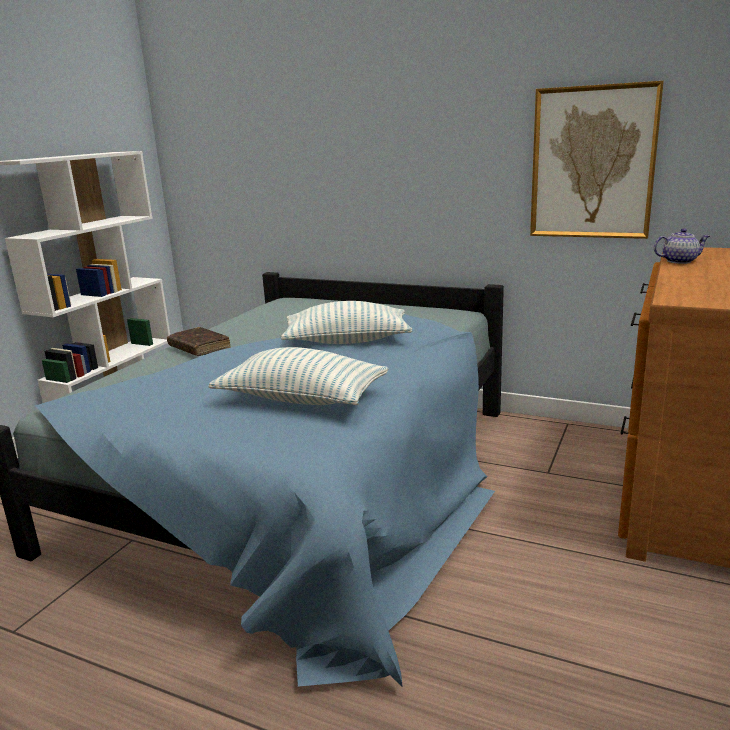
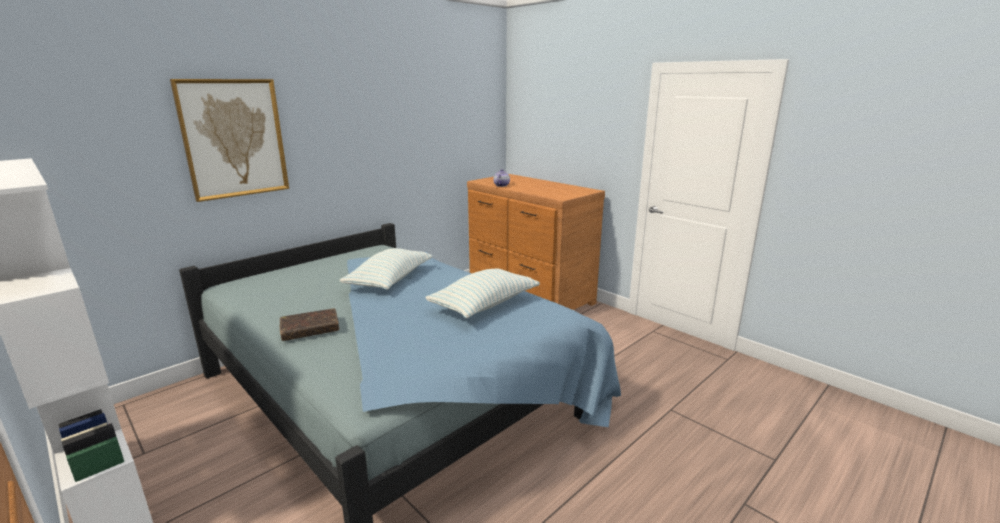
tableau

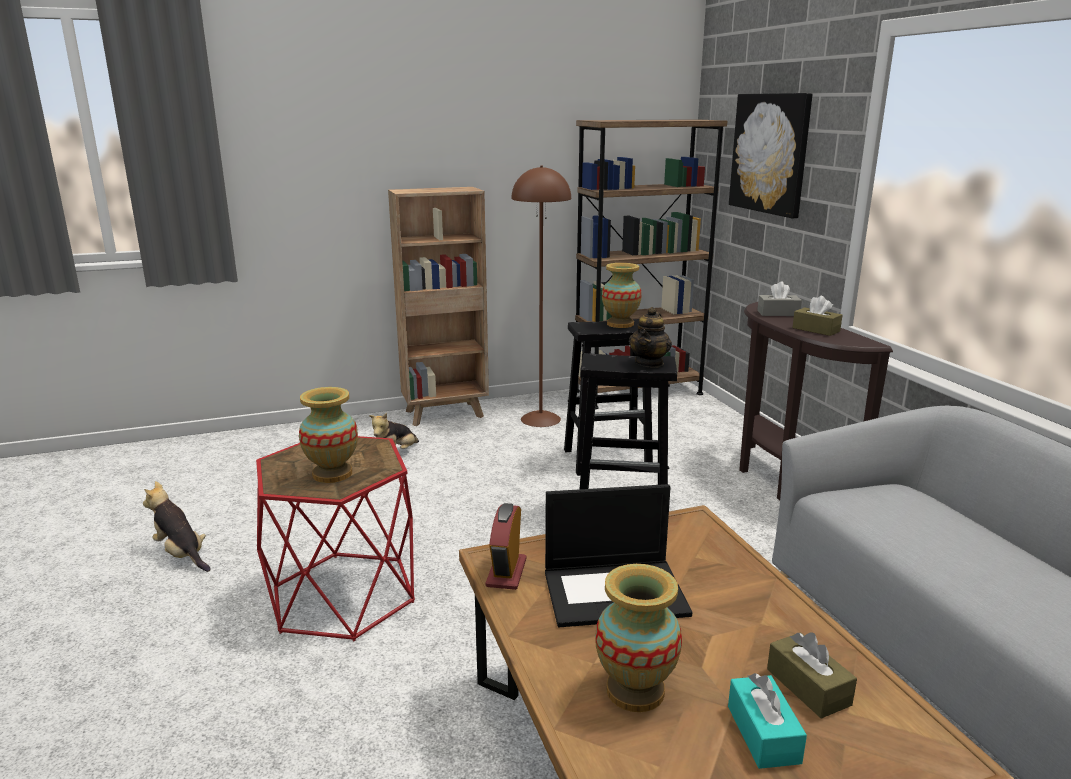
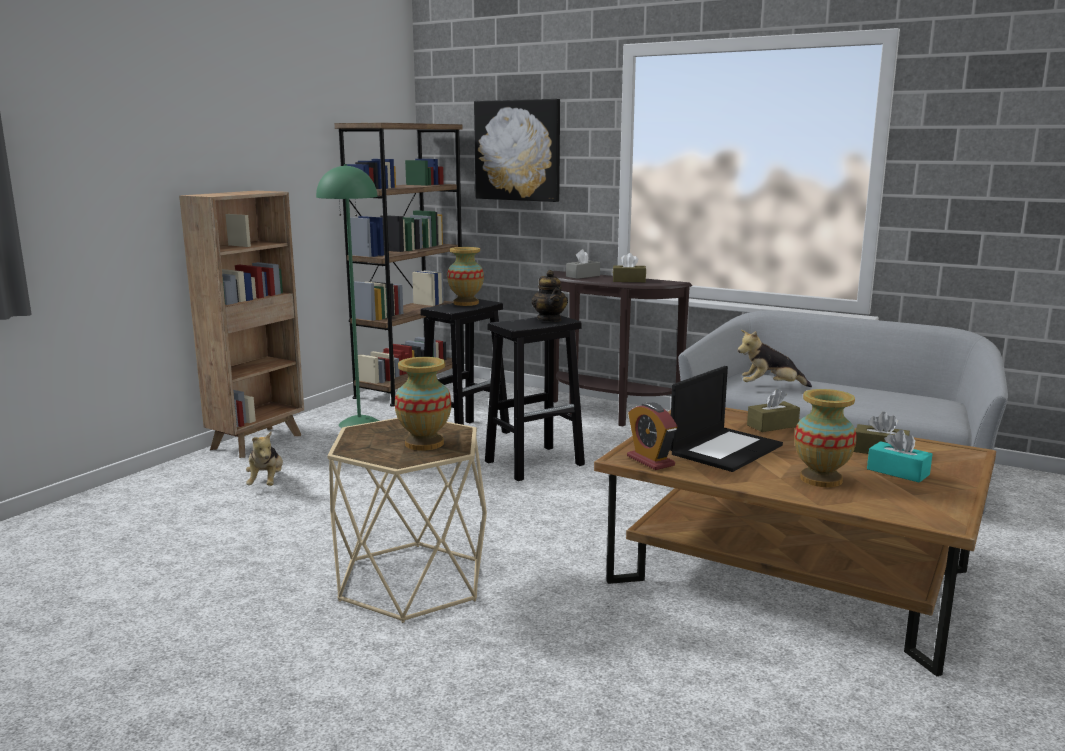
lampadaire [vert]
table d'appoint [beige]
peluche (no. 2 from left)
boîte à mouchoirs [marron] (no. 2 from left)

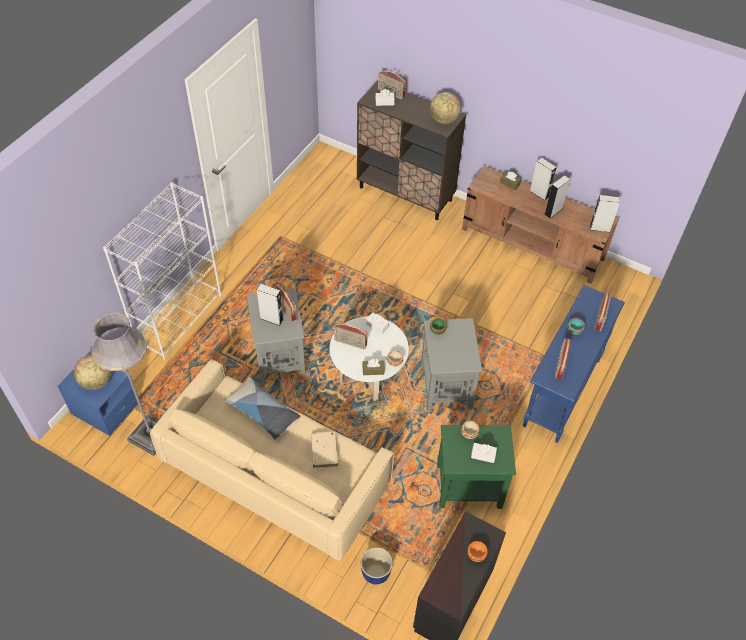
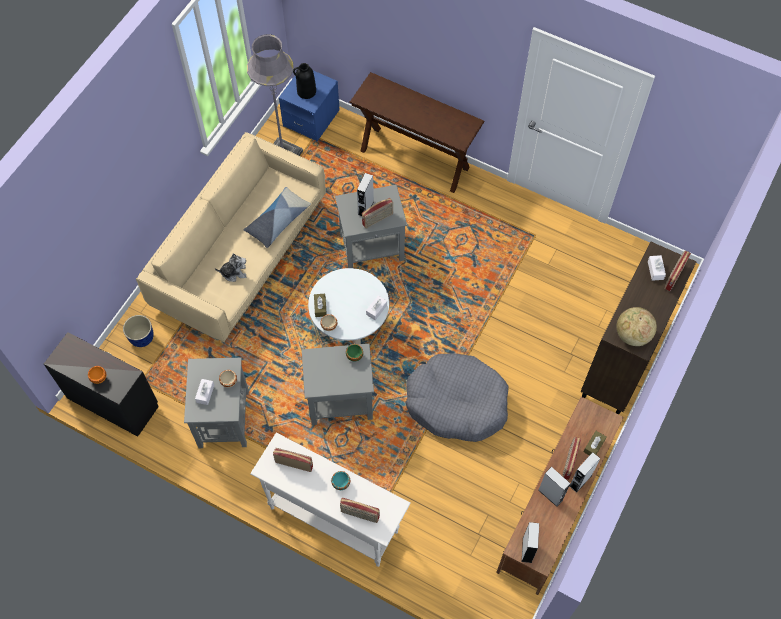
table console [marron]
table console [blanc]
radio (no. 4 from left)
vase [noir]
table d'appoint [gris] (no. 1 from left)
peluche
panier pour chien [gris]

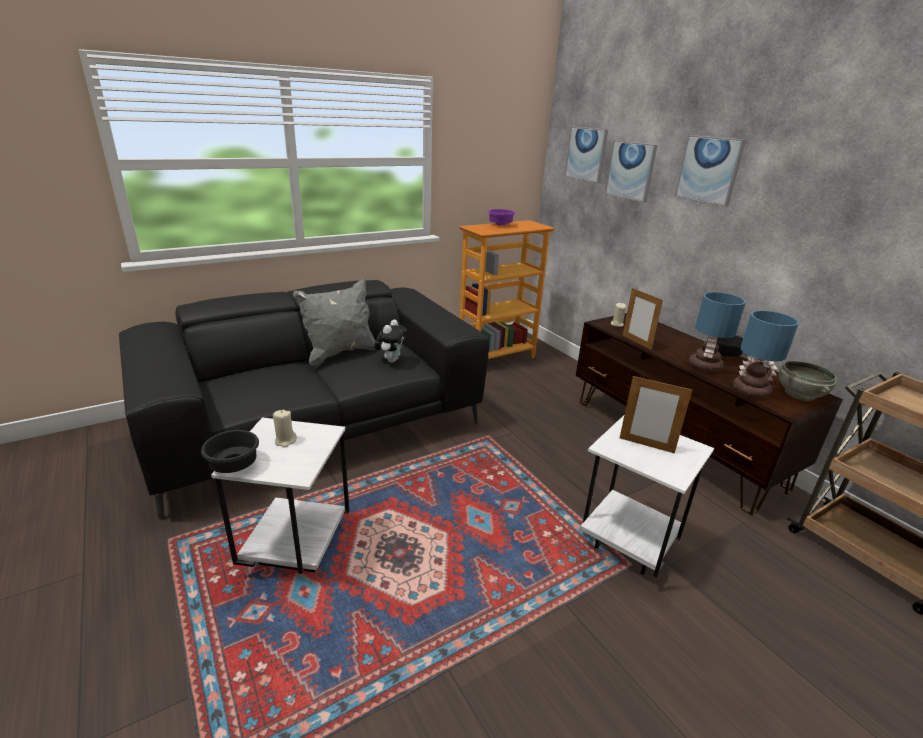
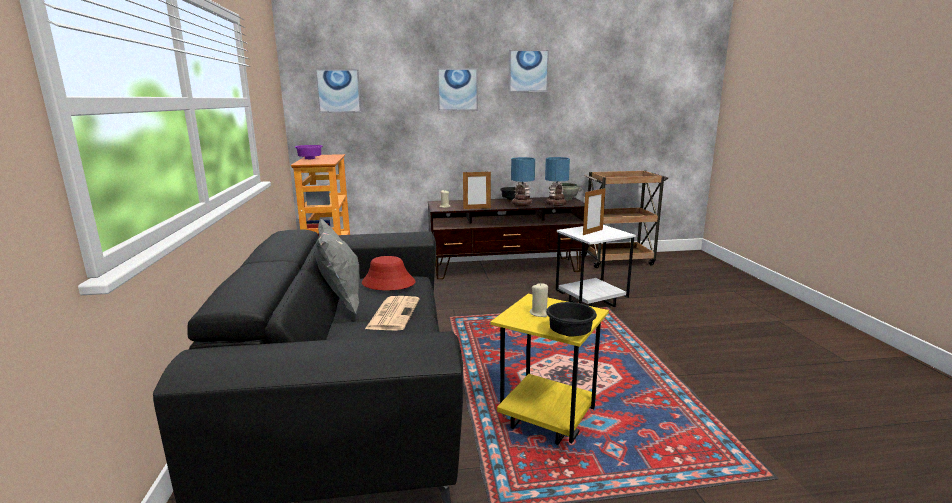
tableau (no. 3 from left)
chapeau [rouge]
table d'appoint [jaune]
journal

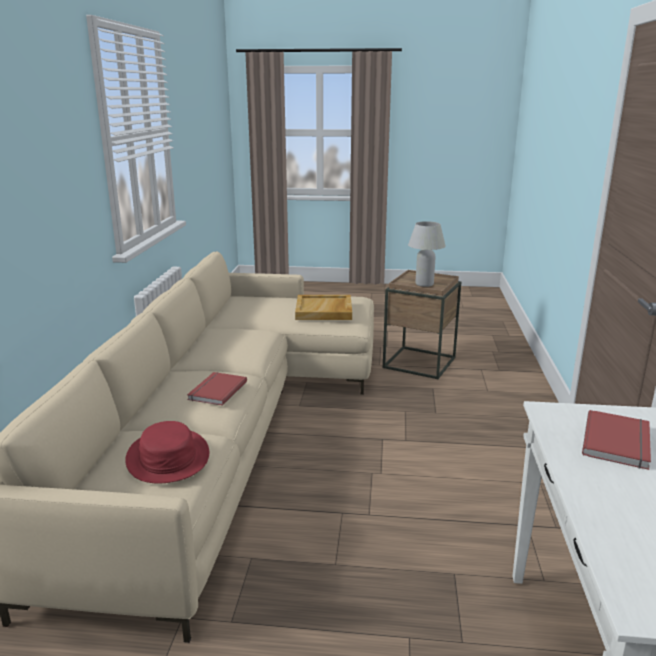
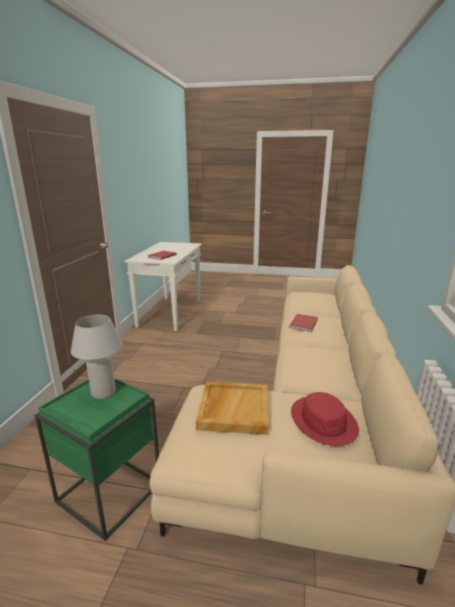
table d'appoint [vert]
chapeau [rouge]

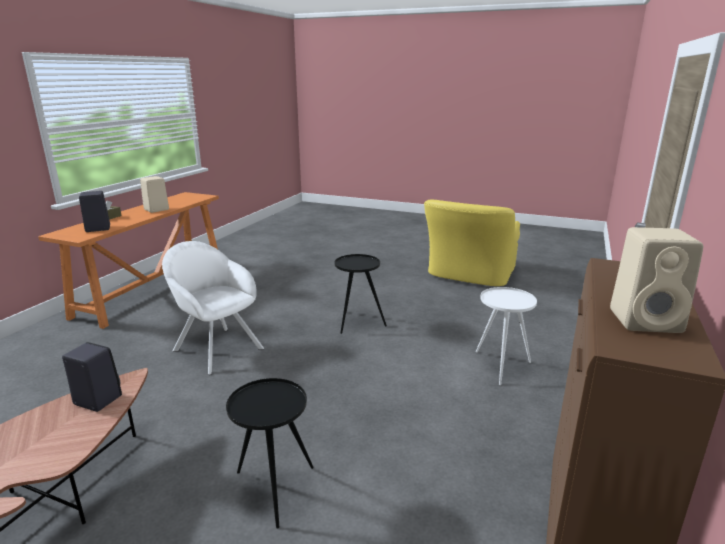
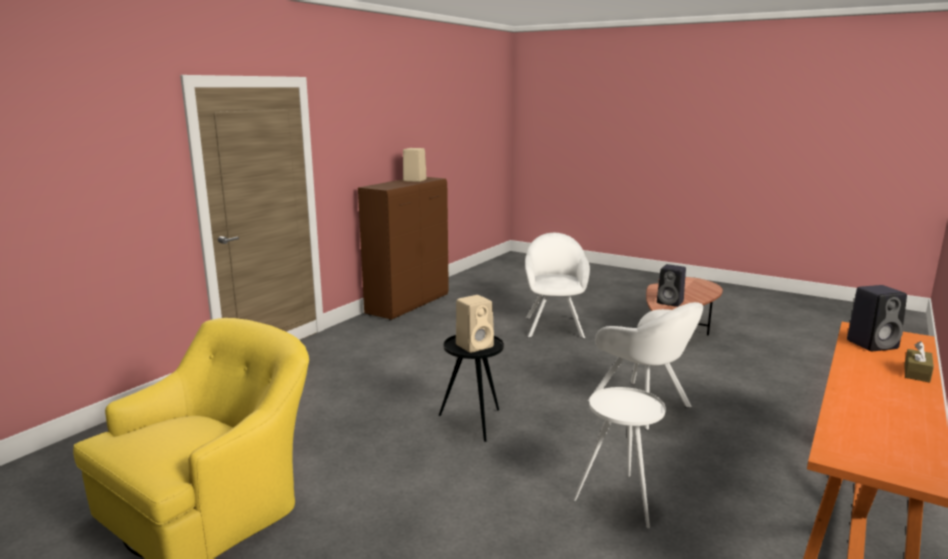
enceinte [beige] (no. 2 from left)
table d'appoint [blanc]
fauteuil [blanc] (no. 1 from left)

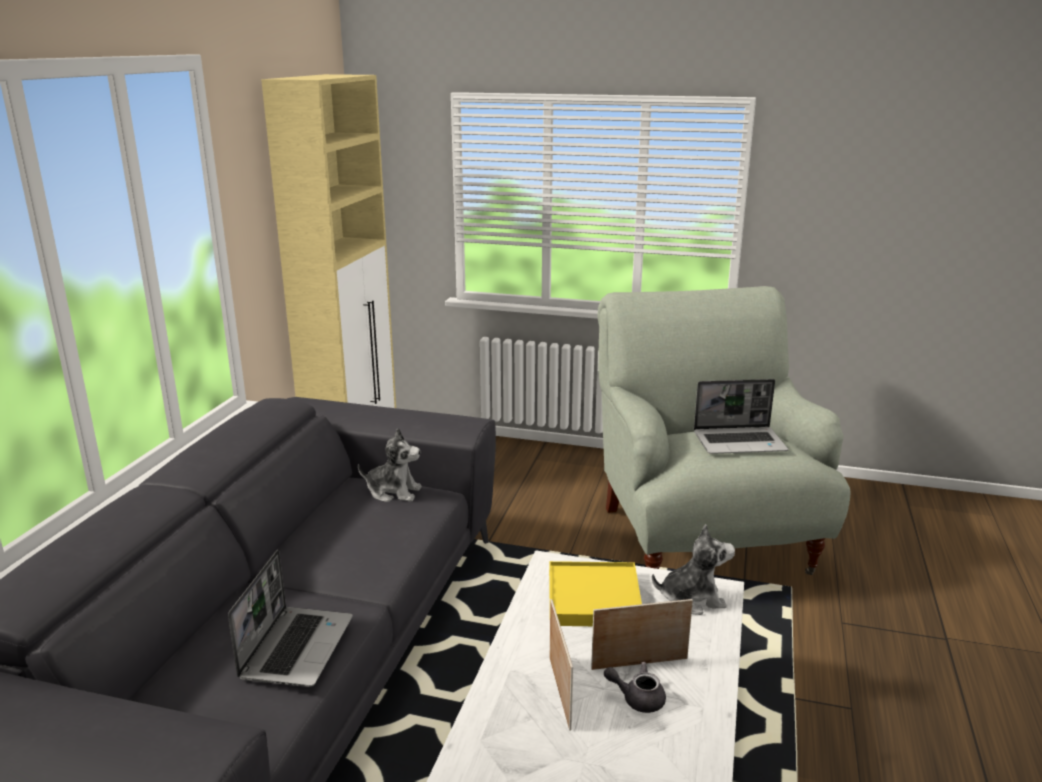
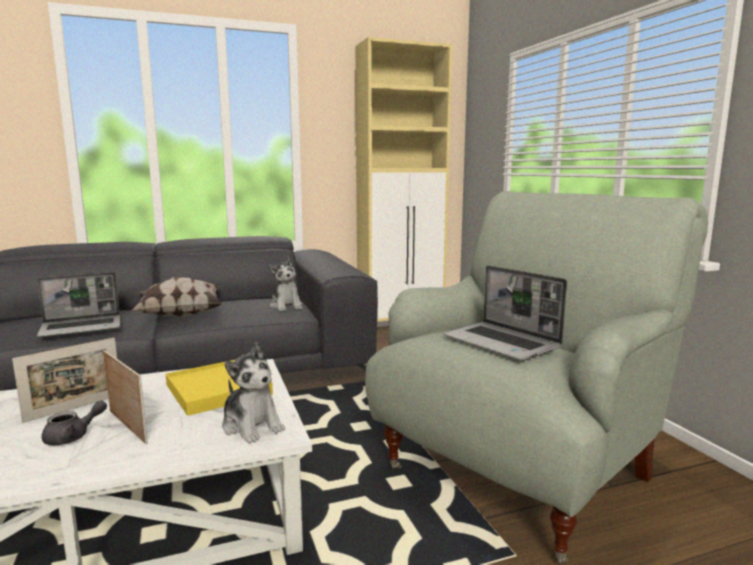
théière [gris]
coussin

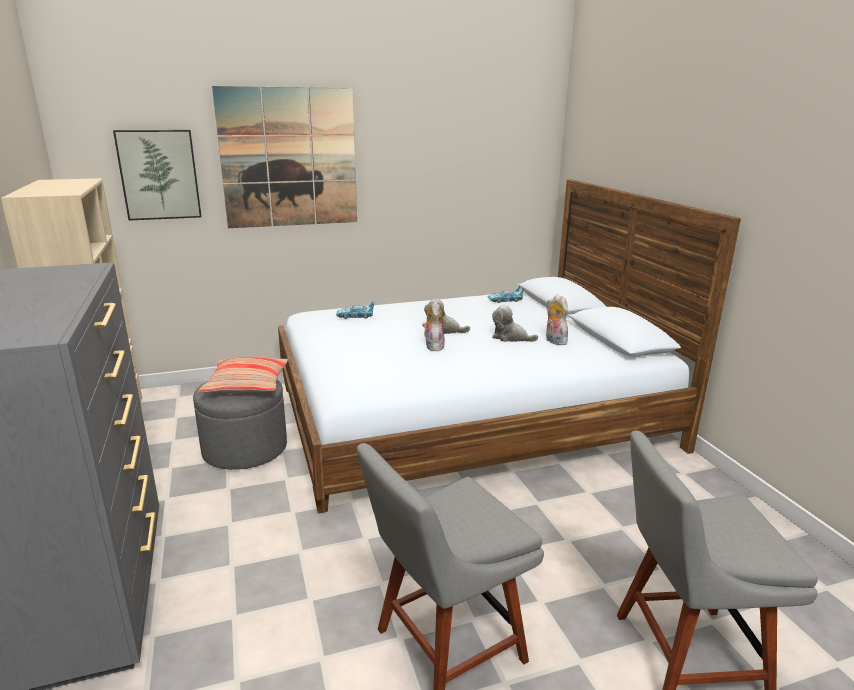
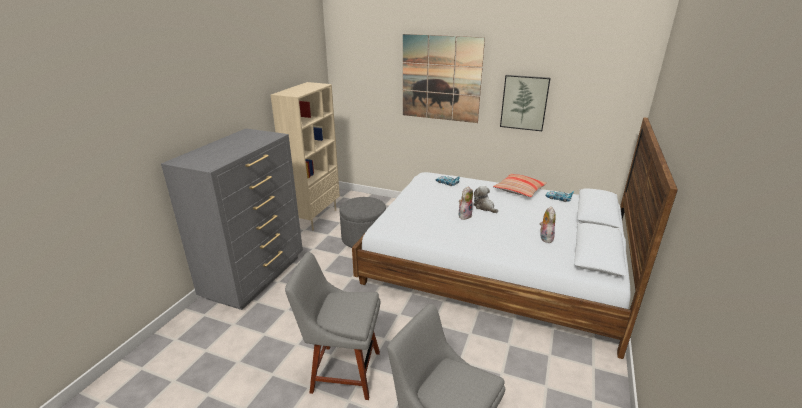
tableau (no. 2 from left)
peluche (no. 3 from left in the first image)
coussin

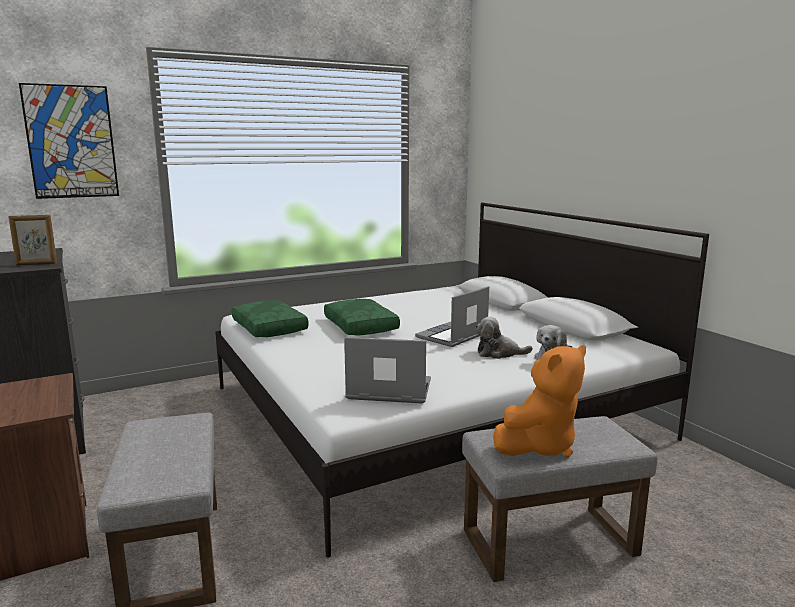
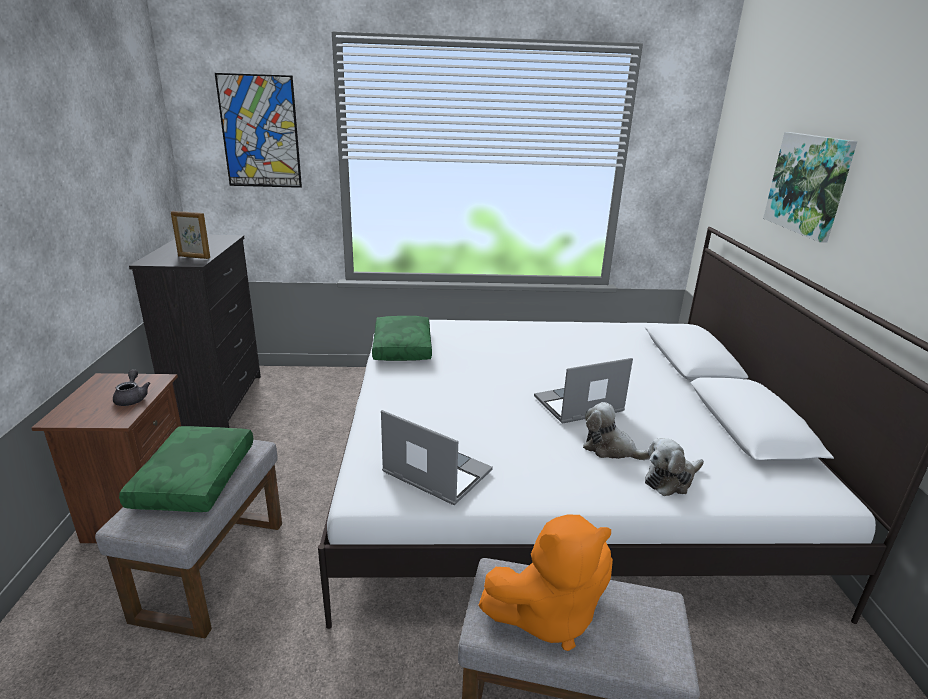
coussin [vert] (no. 1 from left)
tableau (no. 2 from left)
théière [gris]

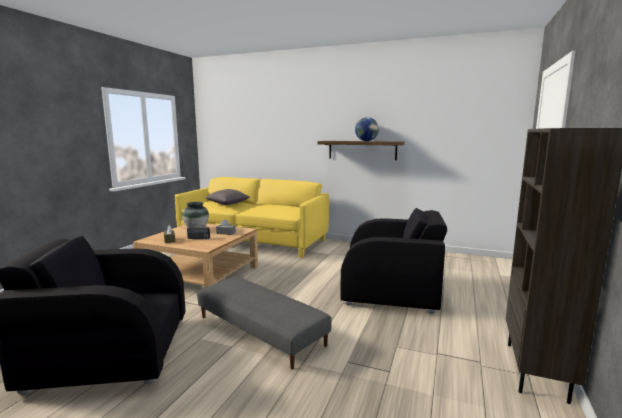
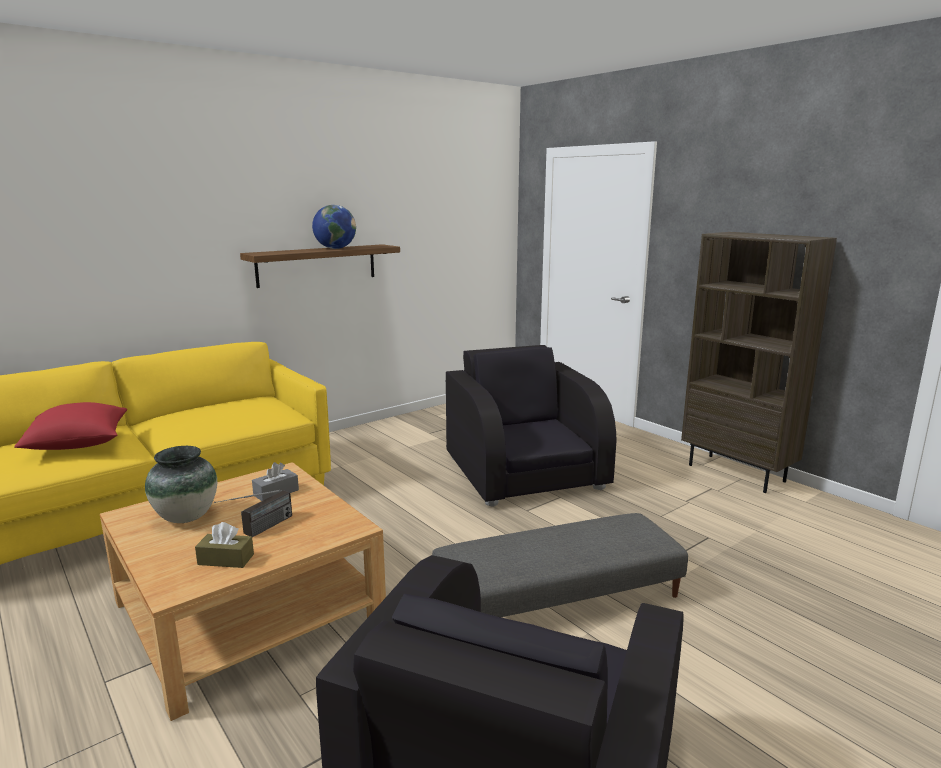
coussin [rouge]
fauteuil [noir] (no. 2 from left)

